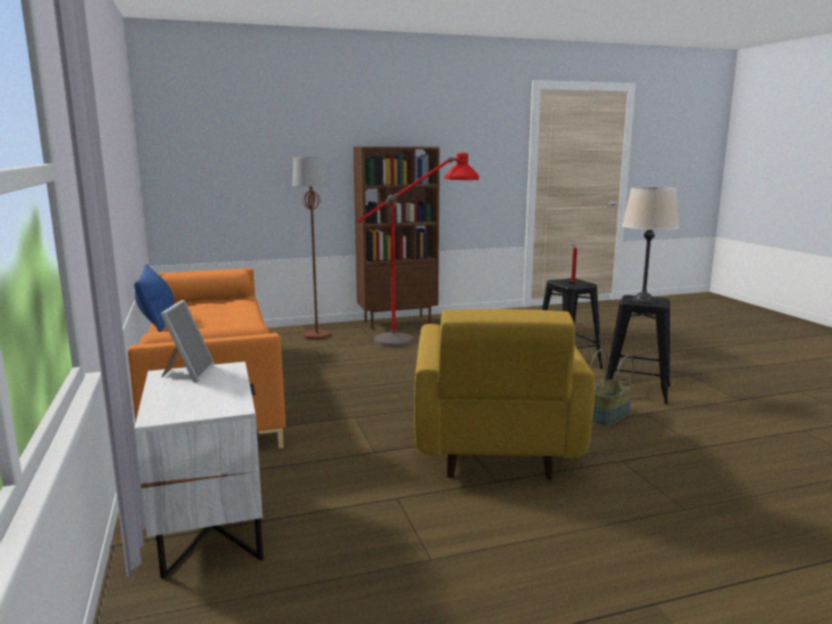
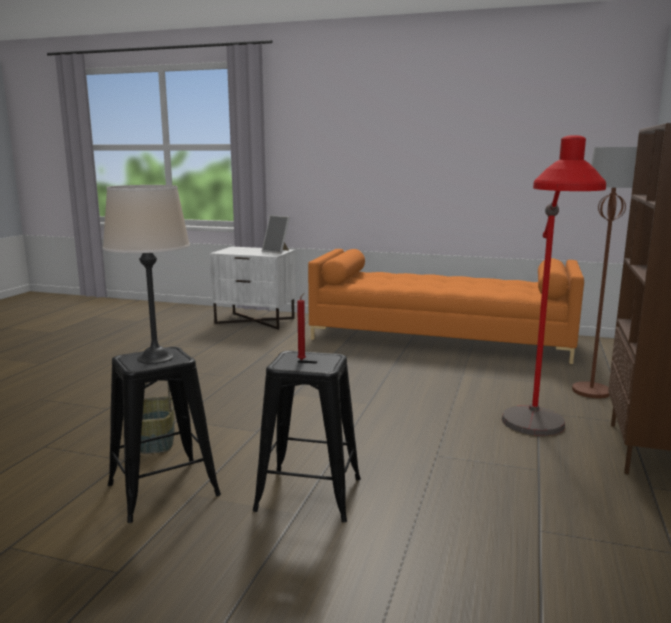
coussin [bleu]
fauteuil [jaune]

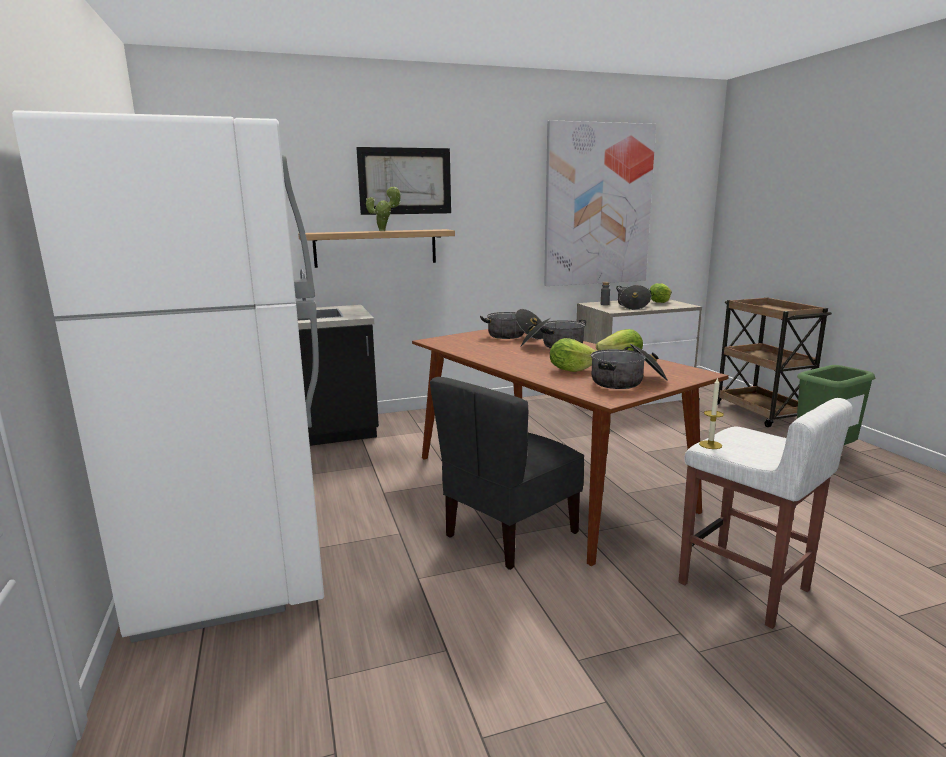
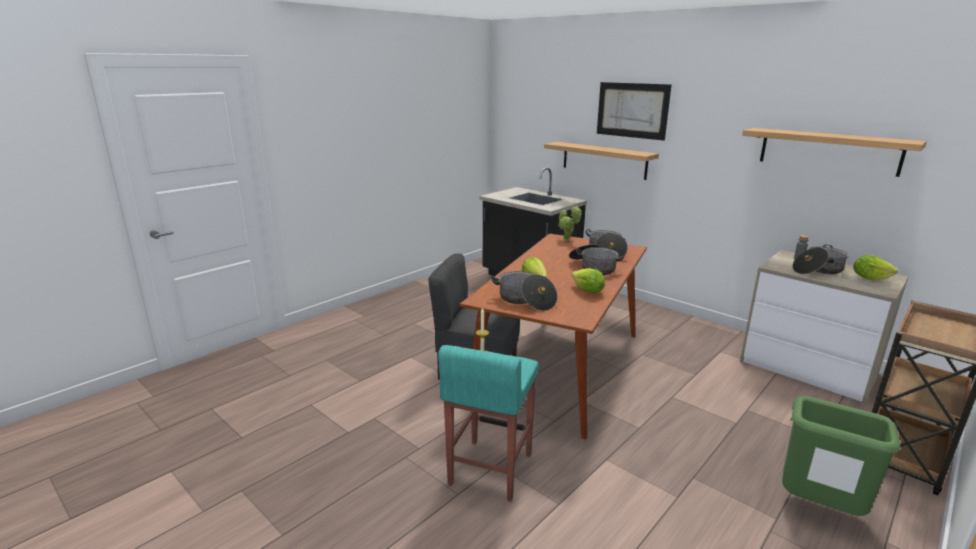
réfrigérateur [blanc]
étagère (no. 2 from left)
plante en pot
tabouret [turquoise]

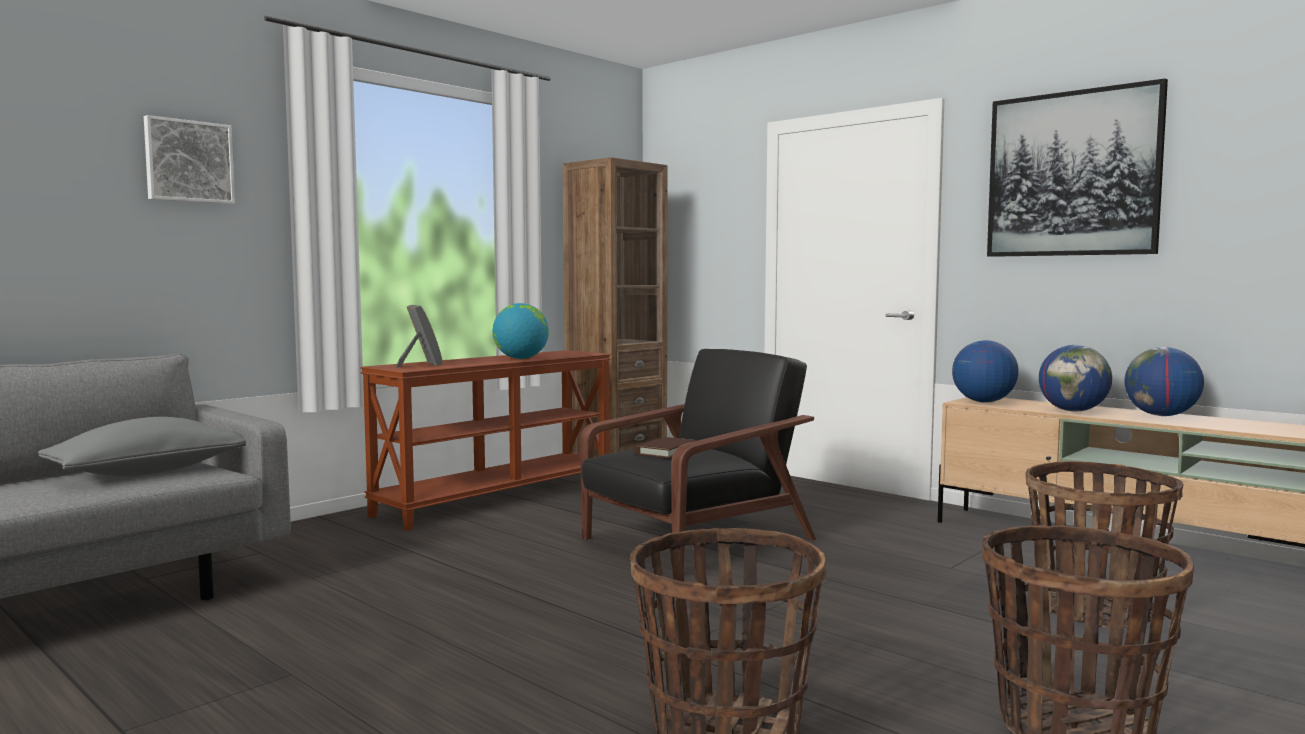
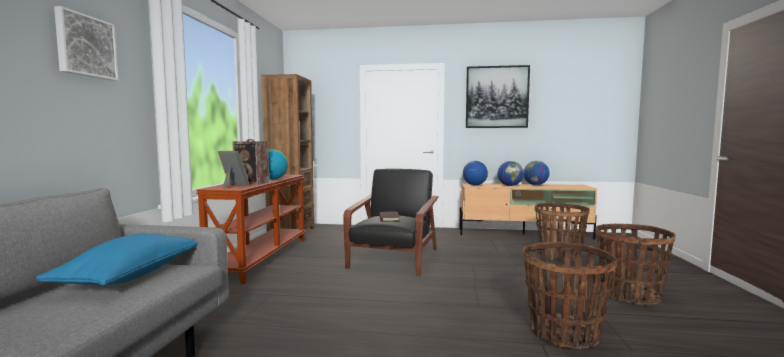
coussin [bleu]
enceinte

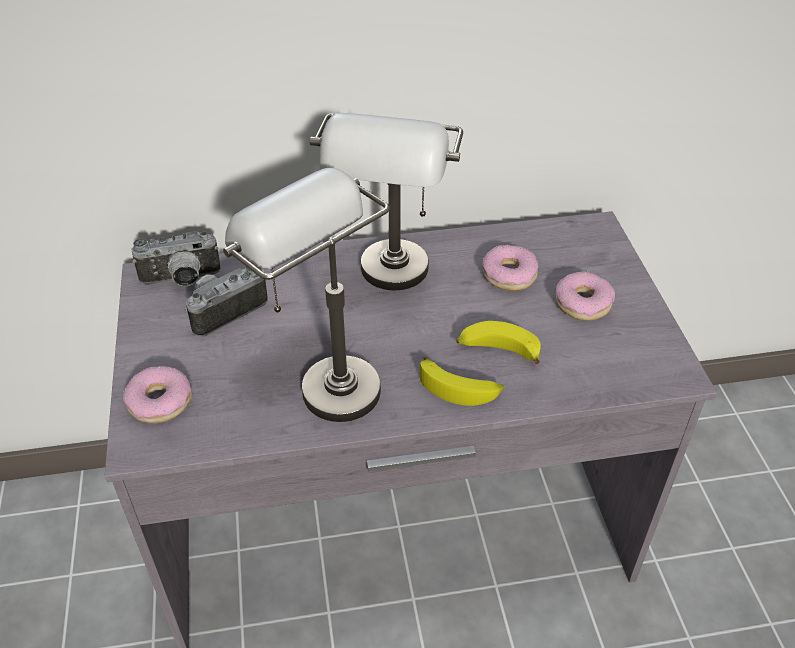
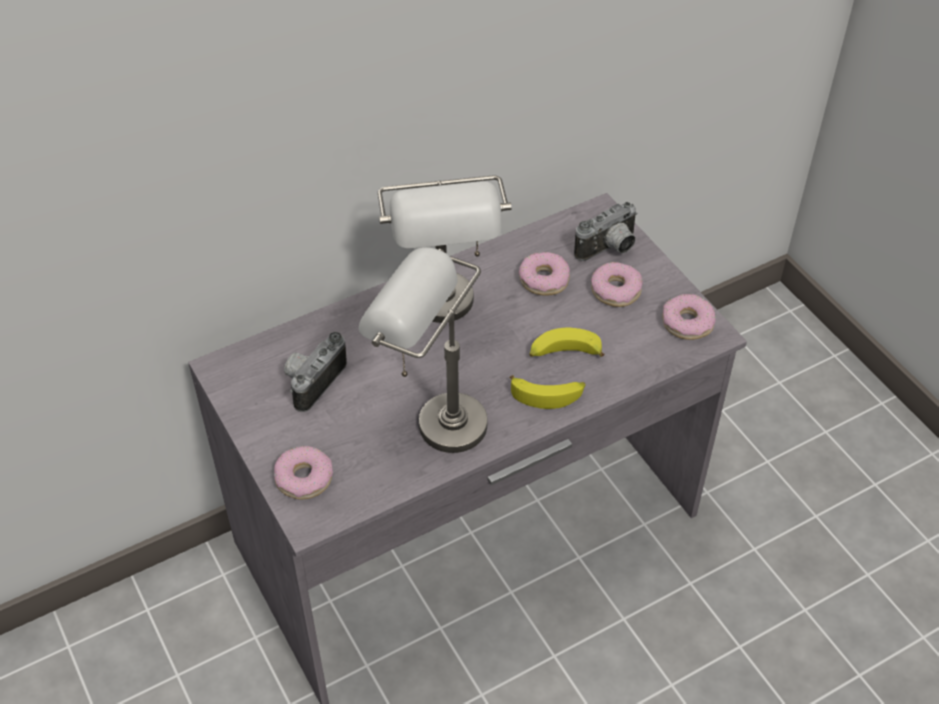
appareil photo (no. 2 from left)
beignet (no. 4 from left)

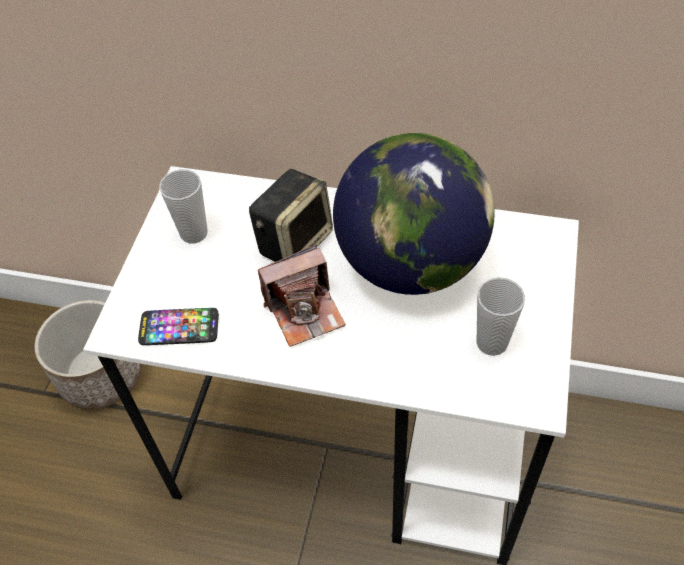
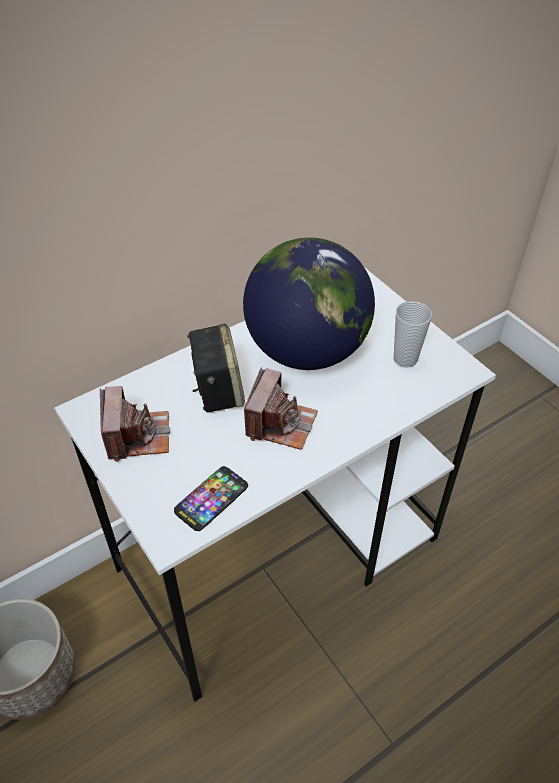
appareil photo (no. 1 from left)

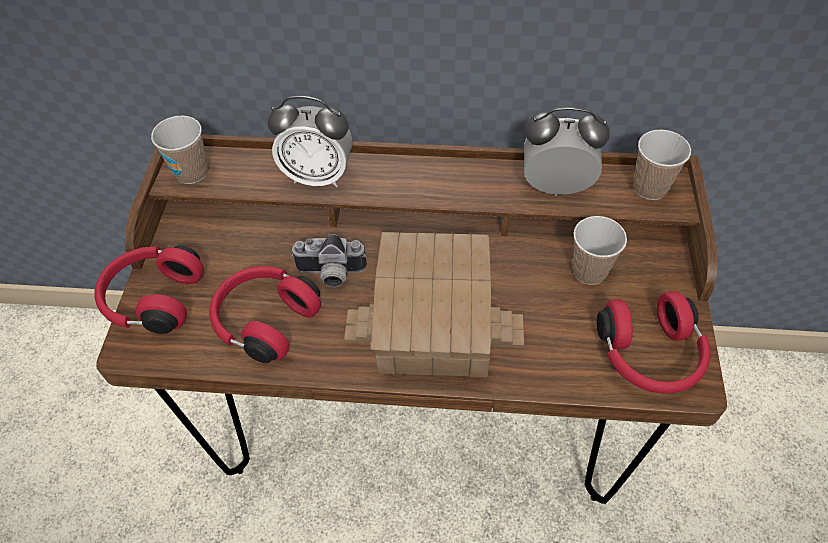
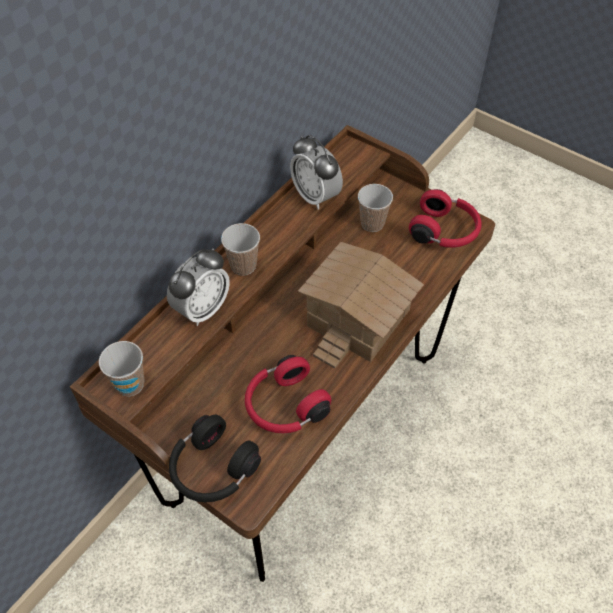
réveil (no. 2 from left)
tasse (no. 2 from left)
appareil photo
casque audio [noir]

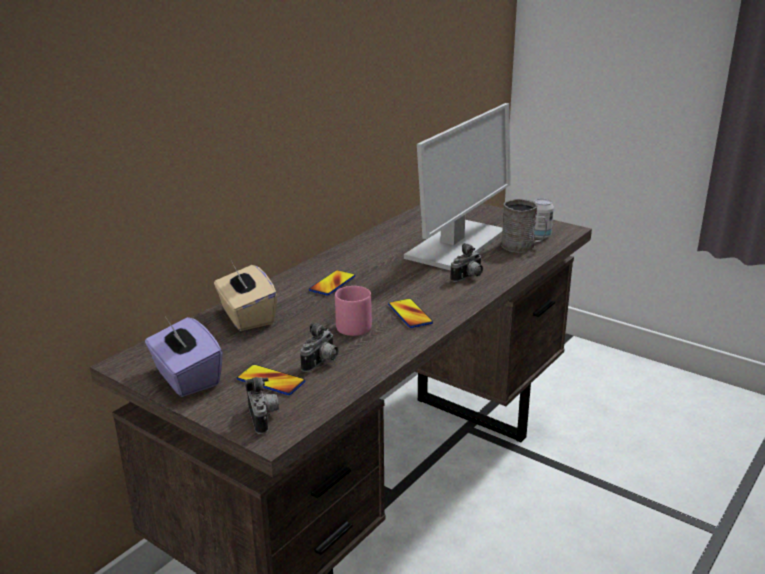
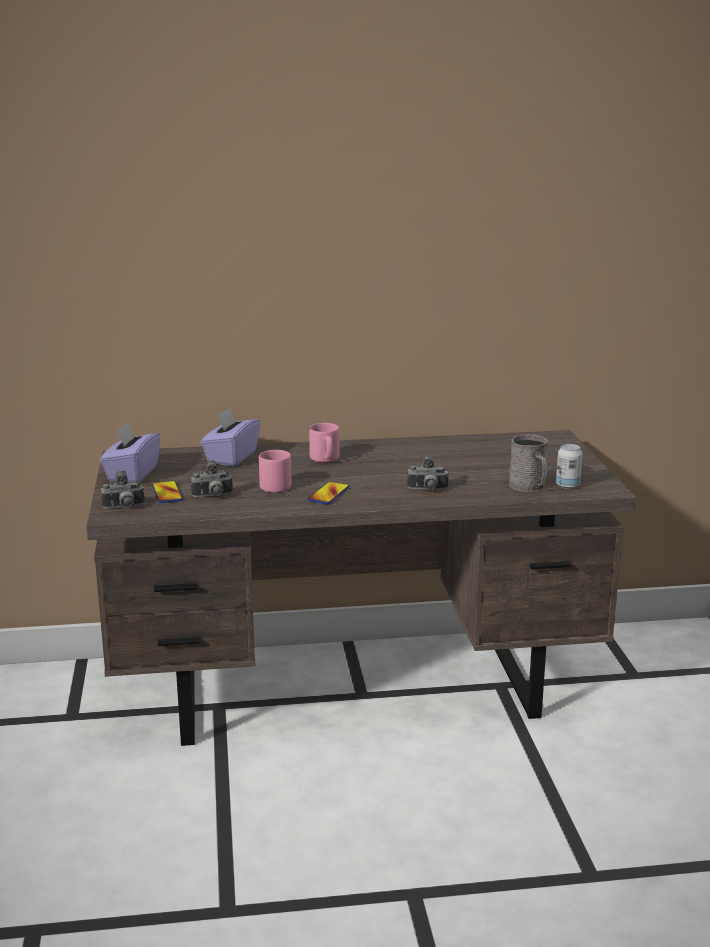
écran d'ordinateur
boîte à mouchoirs [violet] (no. 2 from left)
mug [rose] (no. 2 from left)
appareil photo (no. 1 from left)

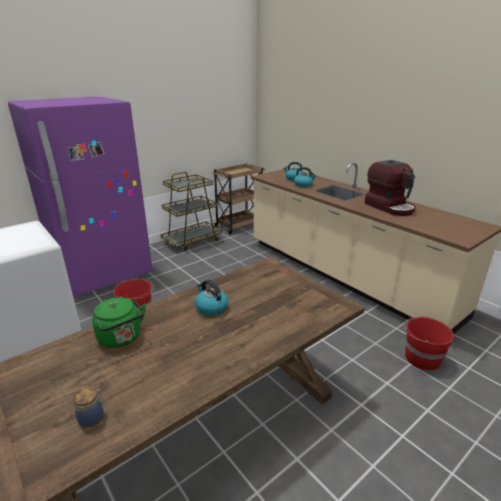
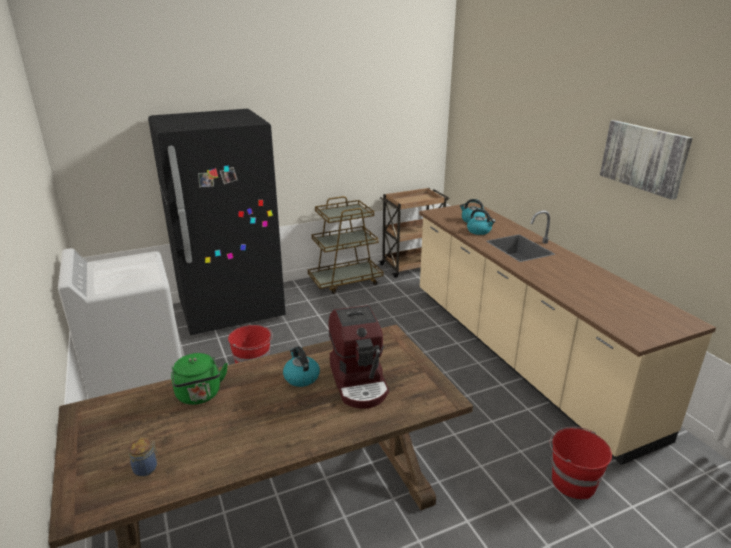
réfrigérateur [noir]
machine à café
tableau

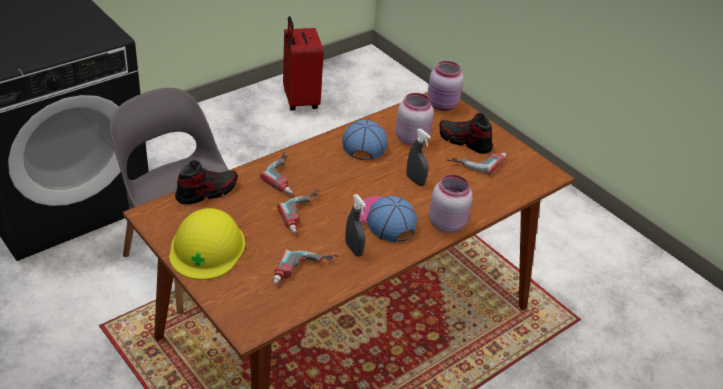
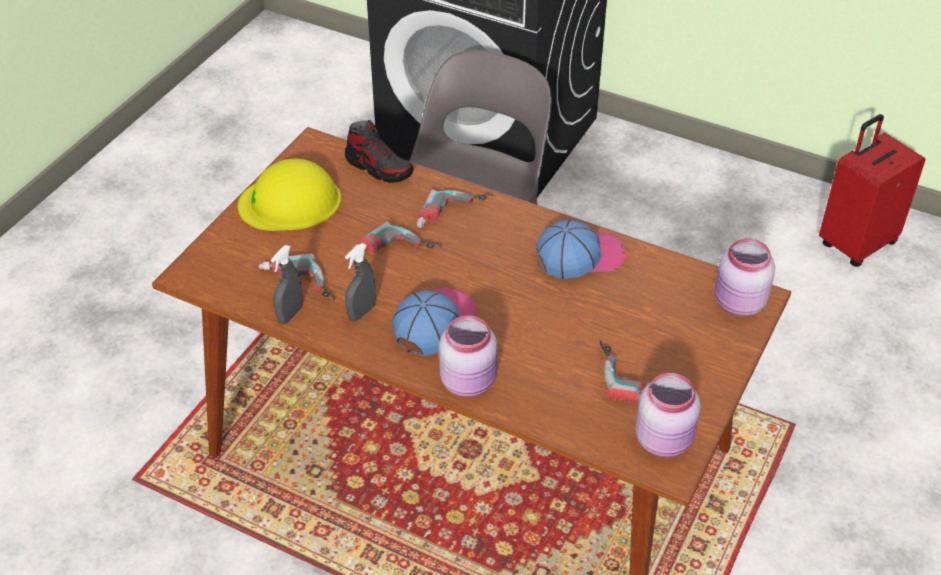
bocal [rose] (no. 2 from left)
chaussure (no. 2 from left in the first image)
vaporisateur [gris] (no. 1 from left)

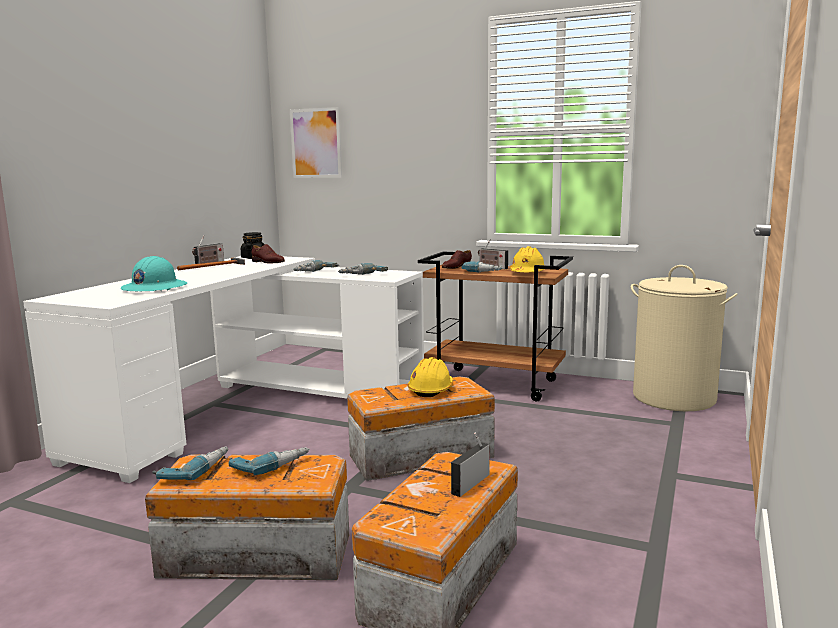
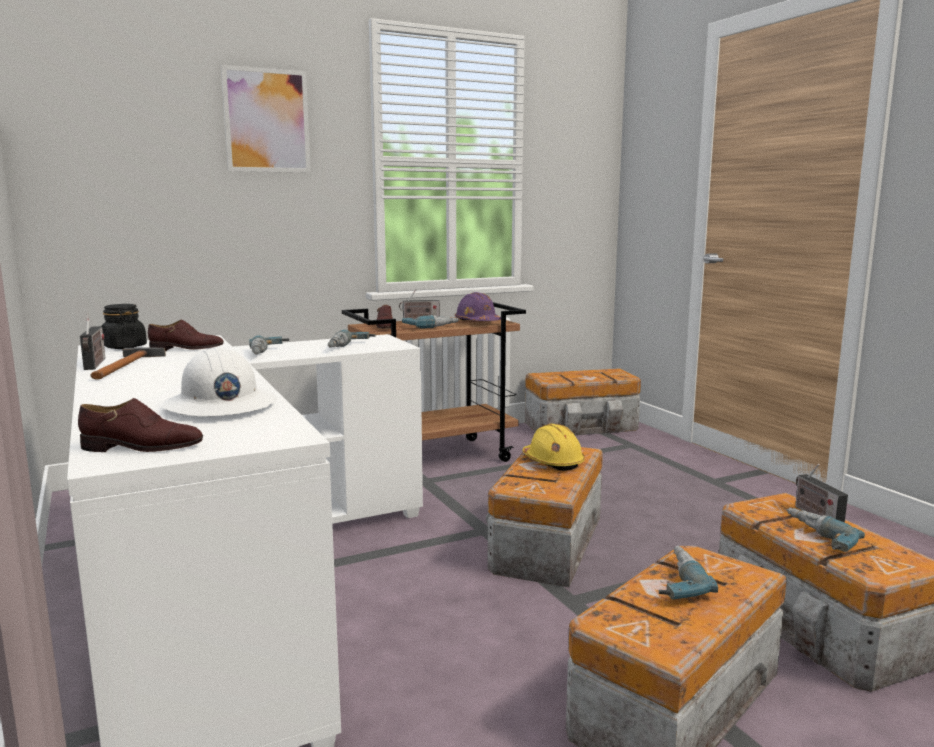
tableau
casque de chantier [violet]
casque de chantier [blanc]
boîte de rangement (no. 2 from left)
perceuse (no. 5 from left)
chaussure [marron] (no. 1 from left)

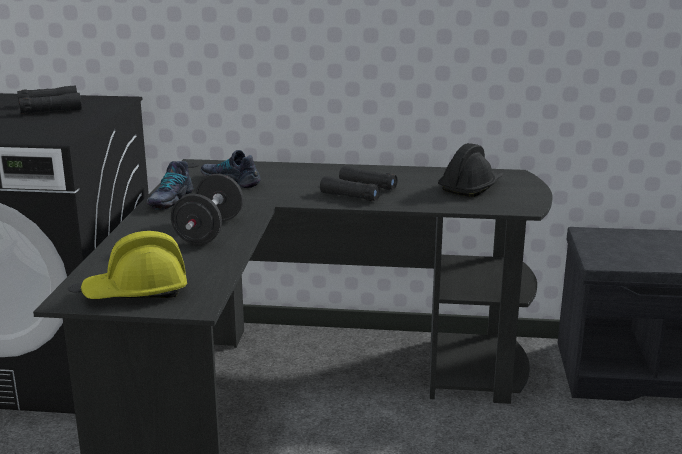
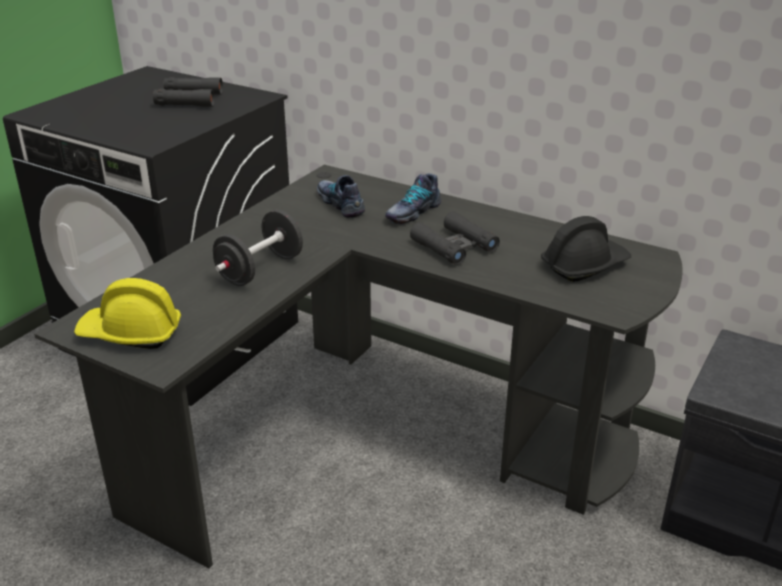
chaussure (no. 2 from left)

